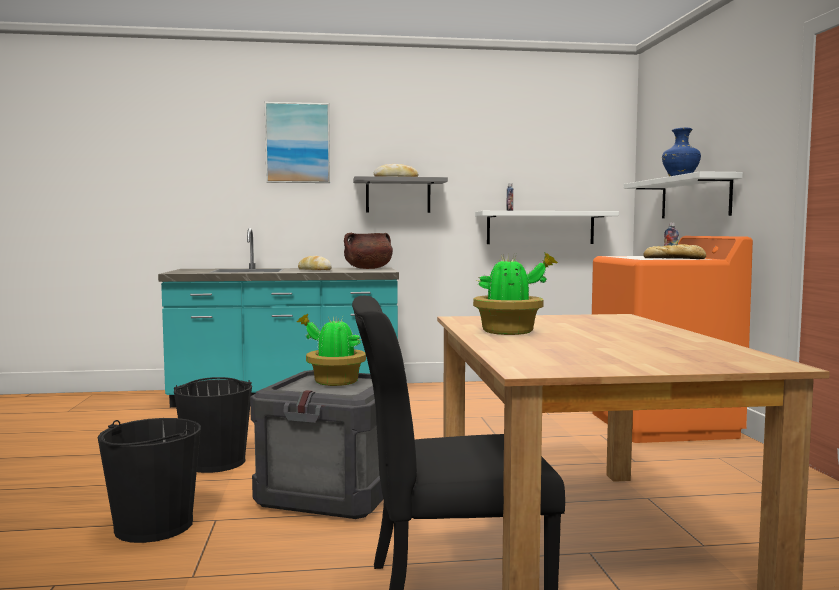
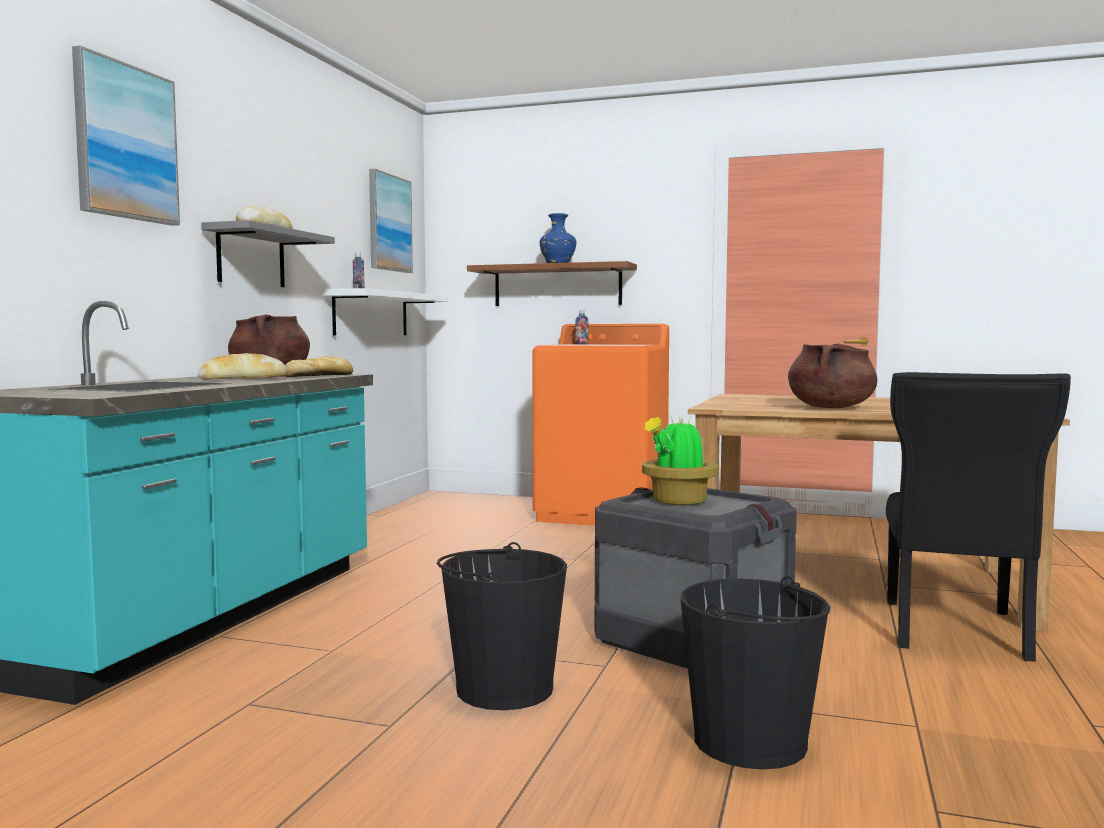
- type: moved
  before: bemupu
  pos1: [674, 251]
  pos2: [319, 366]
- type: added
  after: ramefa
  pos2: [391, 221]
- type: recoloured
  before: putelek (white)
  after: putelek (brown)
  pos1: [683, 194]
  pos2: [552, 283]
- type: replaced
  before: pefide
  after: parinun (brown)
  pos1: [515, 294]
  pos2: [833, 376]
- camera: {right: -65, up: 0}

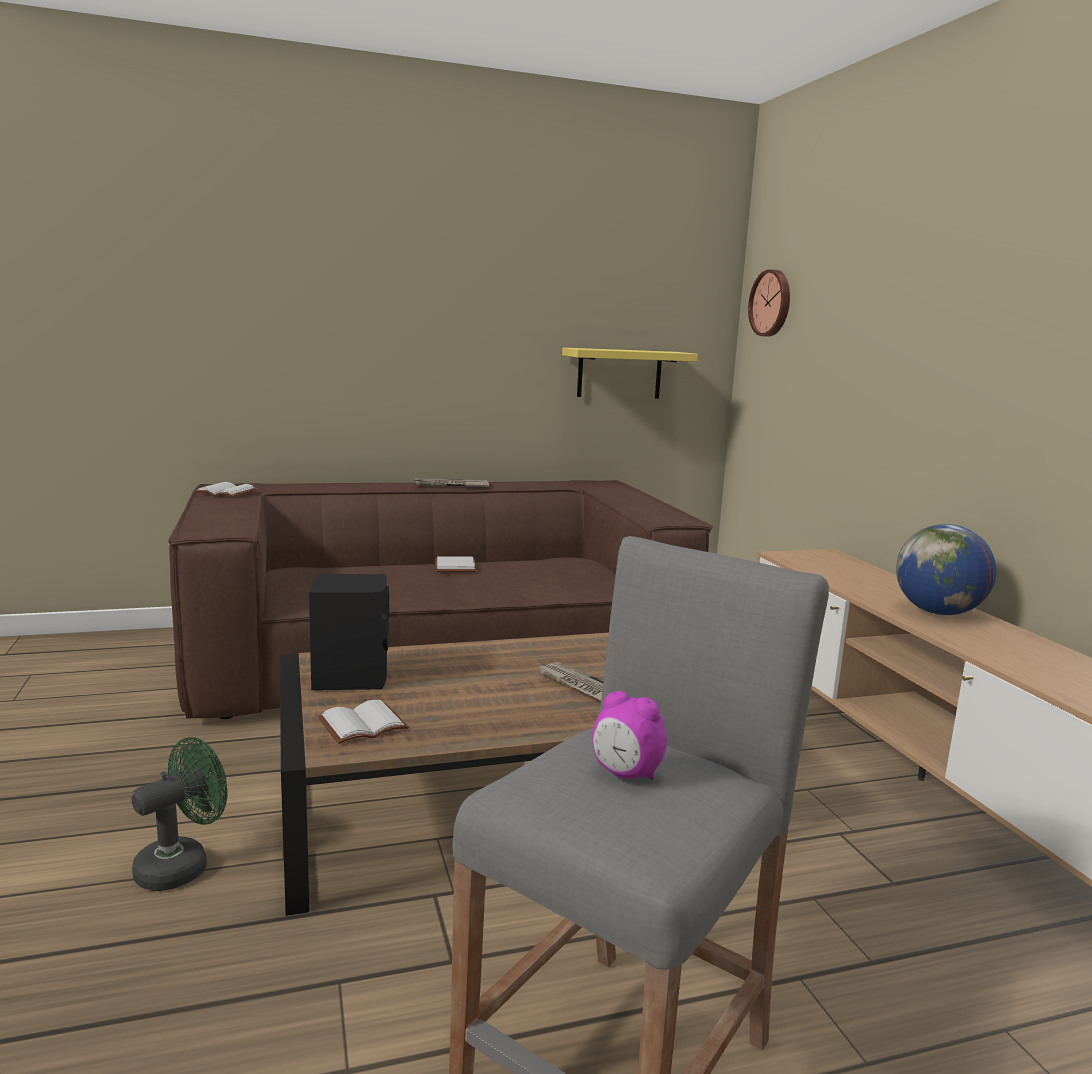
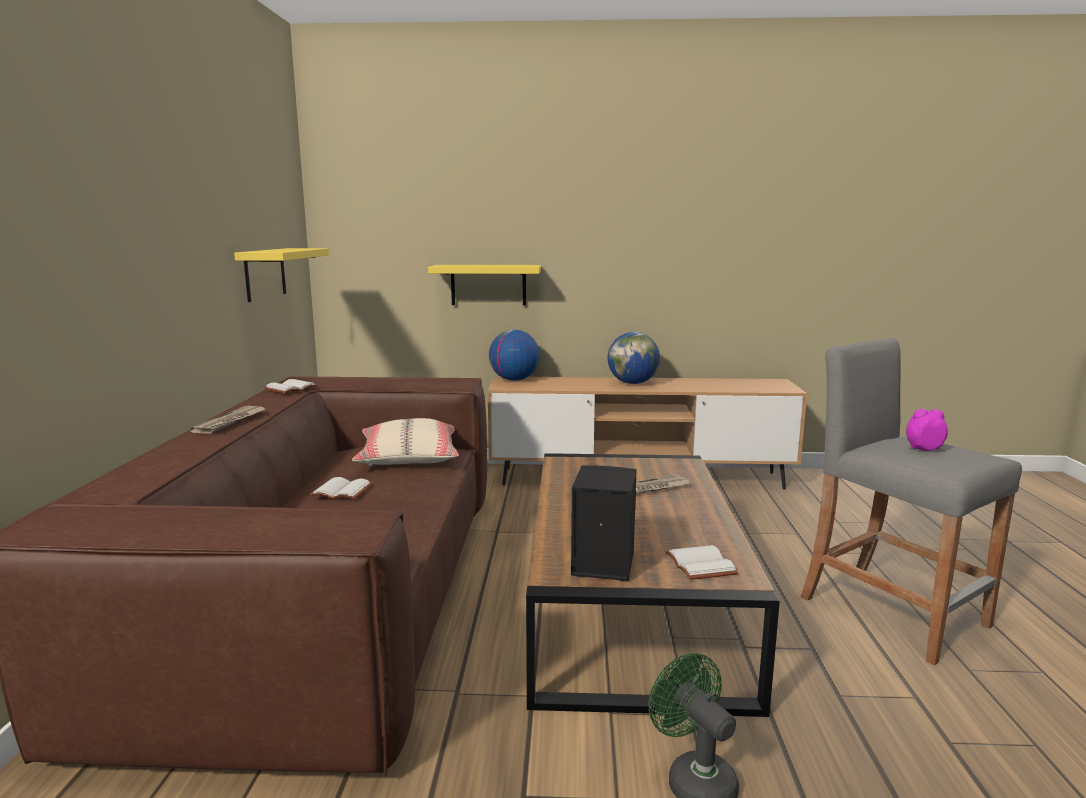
- type: moved
  before: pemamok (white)
  pos1: [225, 489]
  pos2: [291, 386]
- type: added
  after: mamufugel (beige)
  pos2: [405, 442]
- type: added
  after: putelek (yellow)
  pos2: [484, 285]
- type: added
  after: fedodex
  pos2: [514, 355]
- type: turned
  before: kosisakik
  pos1: [629, 735]
  pos2: [927, 430]
  turn: -135
- type: removed
  before: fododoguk
  pos1: [769, 303]
- camera: {right: -70, up: 0}

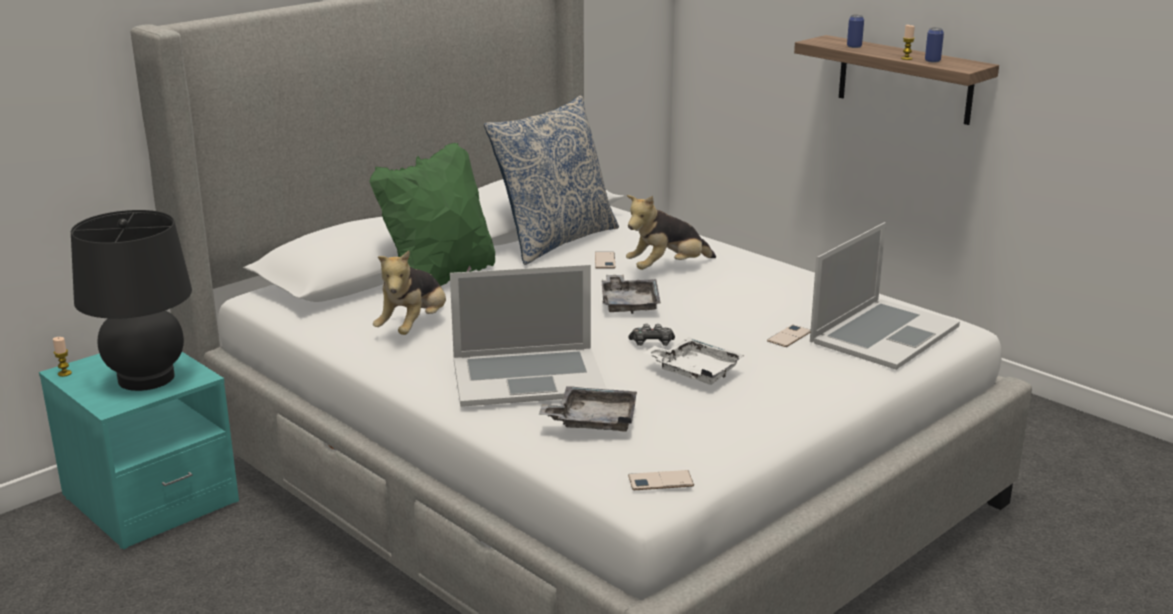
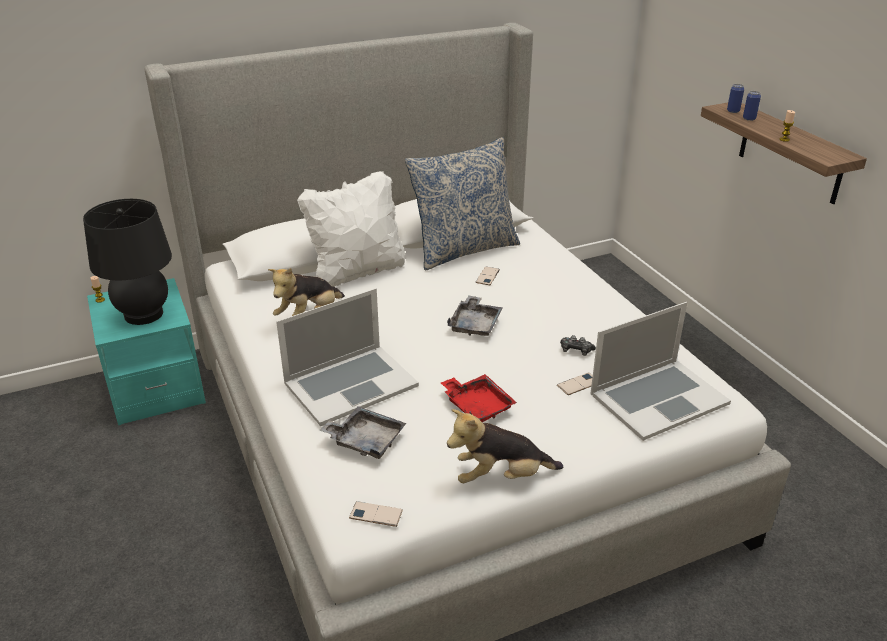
- type: turned
  before: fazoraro
  pos1: [528, 336]
  pos2: [347, 357]
  turn: -45
- type: recoloured
  before: mamufugel (green)
  after: mamufugel (white)
  pos1: [432, 214]
  pos2: [351, 229]
- type: recoloured
  before: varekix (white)
  after: varekix (red)
  pos1: [693, 361]
  pos2: [479, 398]
- type: moved
  before: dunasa
  pos1: [671, 232]
  pos2: [505, 446]
- type: moved
  before: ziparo
  pos1: [651, 335]
  pos2: [578, 345]
- type: moved
  before: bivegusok
  pos1: [934, 45]
  pos2: [735, 98]
- camera: {right: 20, up: 10}

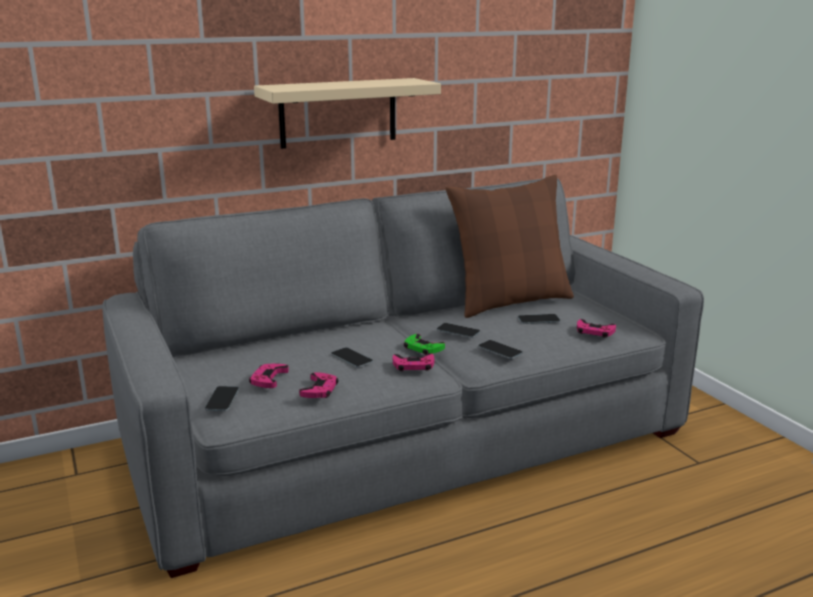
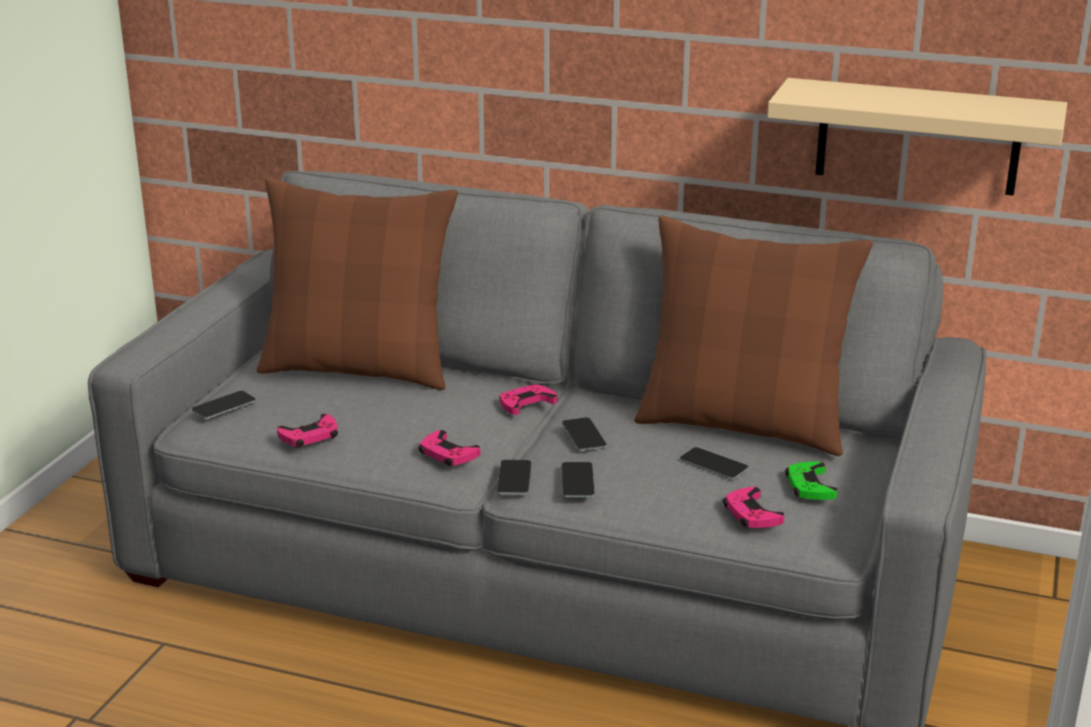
- type: added
  after: mamufugel (brown)
  pos2: [357, 283]
- type: moved
  before: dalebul
  pos1: [352, 358]
  pos2: [514, 477]
- type: moved
  before: ziparo (pink)
  pos1: [269, 376]
  pos2: [528, 399]
- type: moved
  before: putelek (beige)
  pos1: [347, 113]
  pos2: [917, 137]
- type: moved
  before: ziparo (green)
  pos1: [424, 344]
  pos2: [811, 480]
- camera: {right: 45, up: 5}

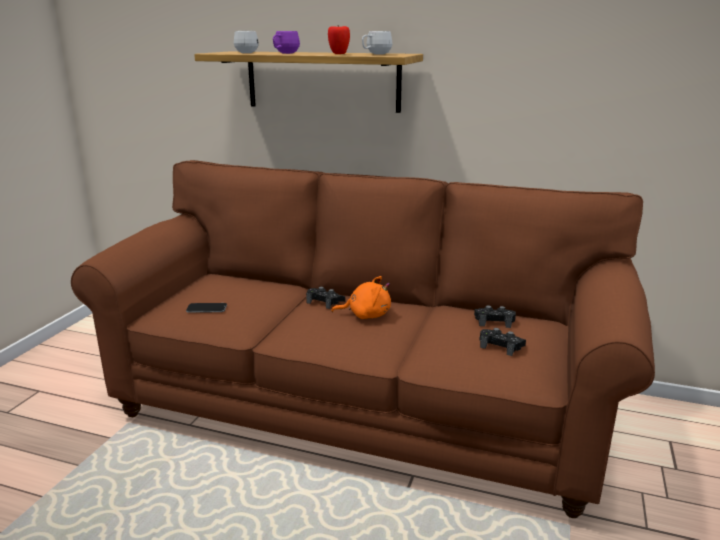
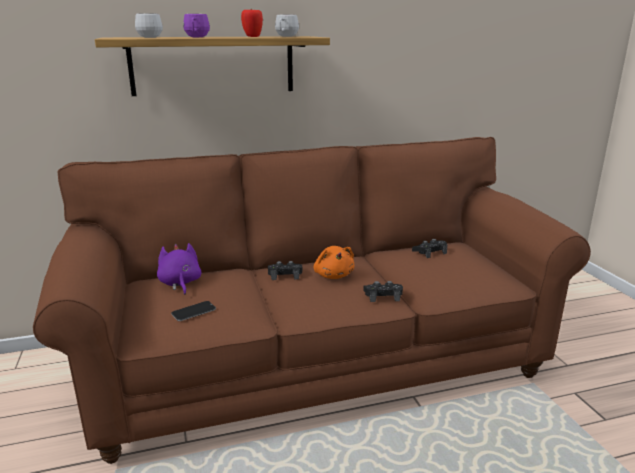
- type: added
  after: dunasa (purple)
  pos2: [179, 269]
- type: turned
  before: dunasa (orange)
  pos1: [361, 297]
  pos2: [334, 262]
  turn: 105
- type: moved
  before: ziparo (black)
  pos1: [503, 342]
  pos2: [383, 291]
- camera: {right: -35, up: 0}

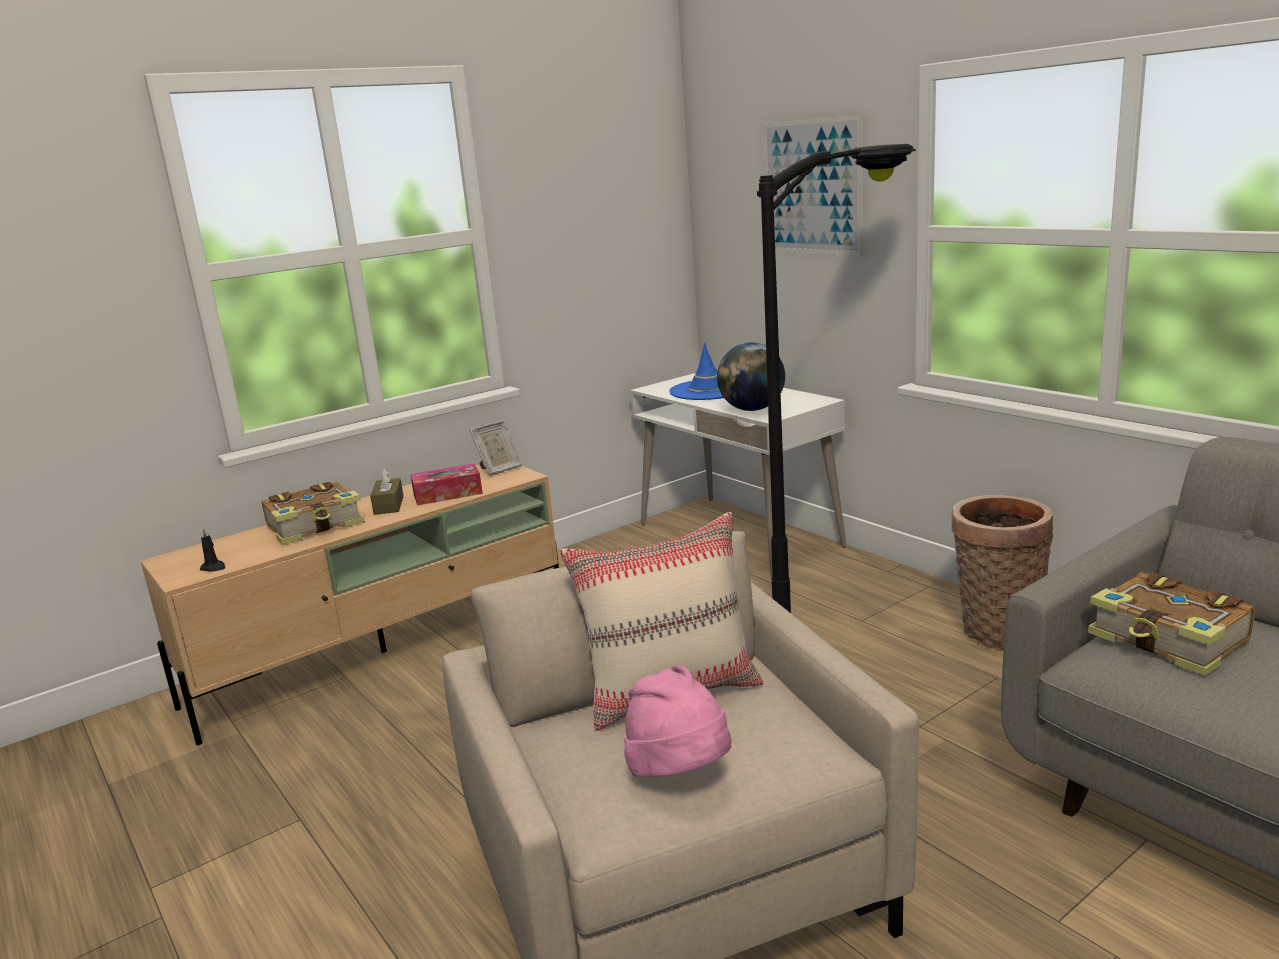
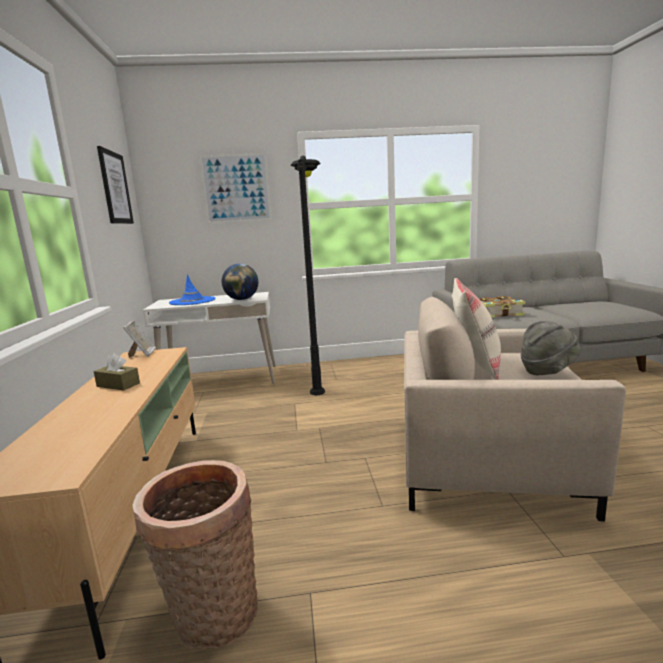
- type: added
  after: ramefa
  pos2: [115, 185]
- type: moved
  before: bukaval
  pos1: [1002, 572]
  pos2: [195, 554]
- type: recoloured
  before: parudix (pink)
  after: parudix (grey)
  pos1: [678, 721]
  pos2: [550, 348]
- type: removed
  before: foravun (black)
  pos1: [212, 550]
- type: removed
  before: pemamok
  pos1: [313, 513]
- type: removed
  before: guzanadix
  pos1: [446, 485]
- camera: {right: -60, up: -5}

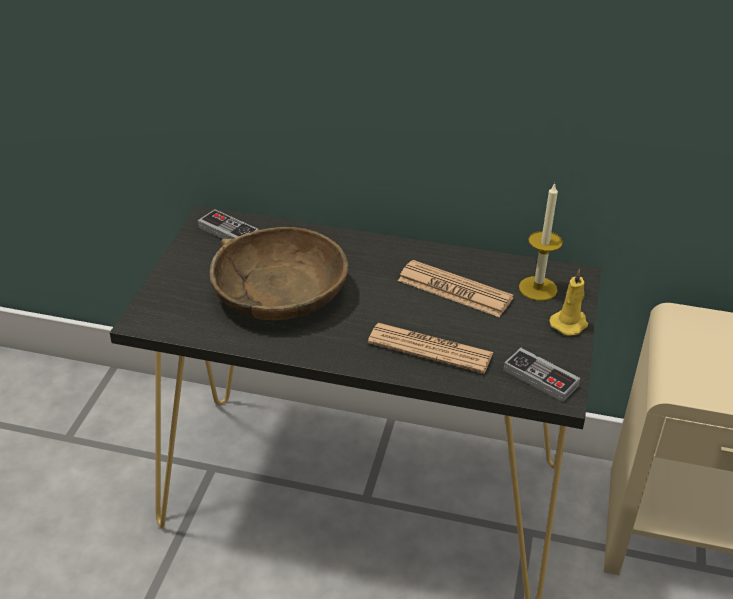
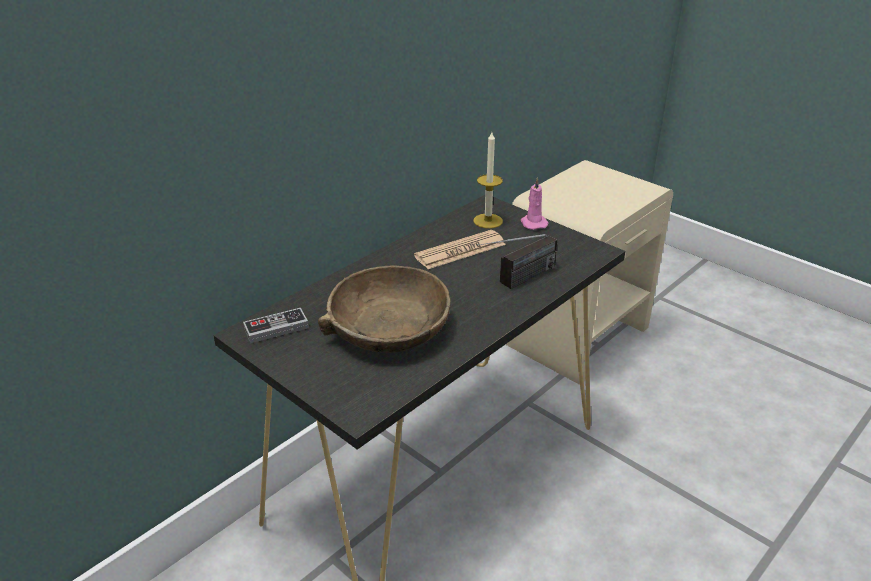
- type: replaced
  before: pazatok
  after: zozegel
  pos1: [430, 348]
  pos2: [517, 261]
- type: recoloured
  before: foravun (yellow)
  after: foravun (pink)
  pos1: [568, 302]
  pos2: [535, 203]
- type: removed
  before: ziparo
  pos1: [541, 375]
- camera: {right: -60, up: -5}

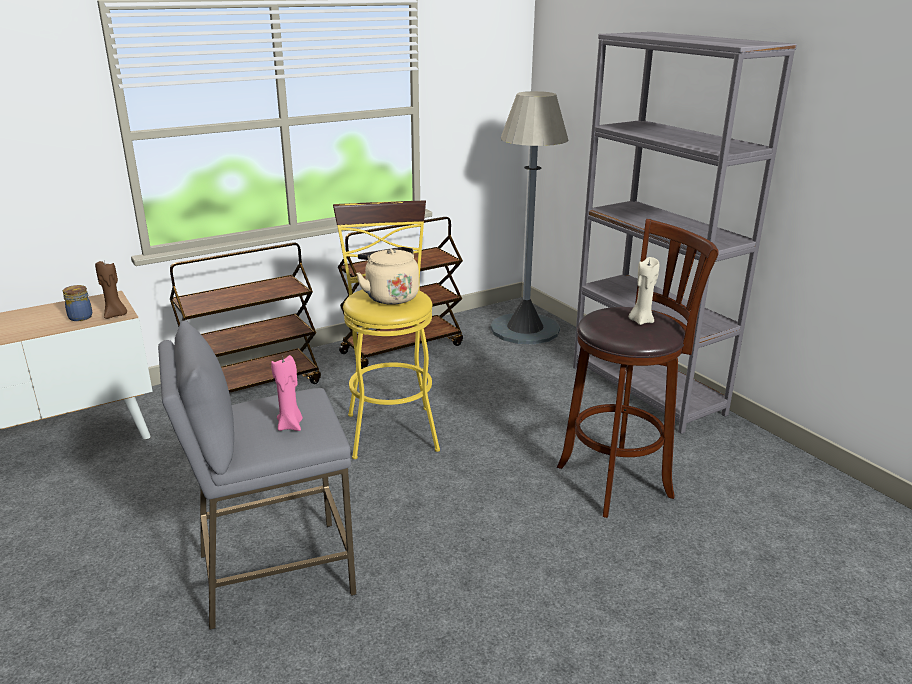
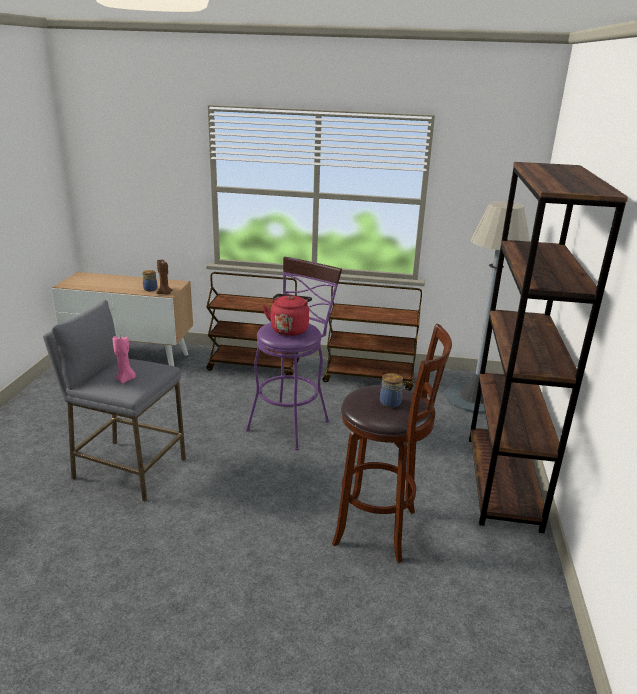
- type: recoloured
  before: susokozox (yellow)
  after: susokozox (purple)
  pos1: [386, 330]
  pos2: [294, 353]
- type: recoloured
  before: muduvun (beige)
  after: muduvun (red)
  pos1: [387, 276]
  pos2: [287, 315]
- type: replaced
  before: foravun (beige)
  after: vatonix
  pos1: [644, 291]
  pos2: [391, 390]
- type: recoloured
  before: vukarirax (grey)
  after: vukarirax (brown)
  pos1: [685, 233]
  pos2: [548, 347]
- camera: {right: 40, up: 0}

